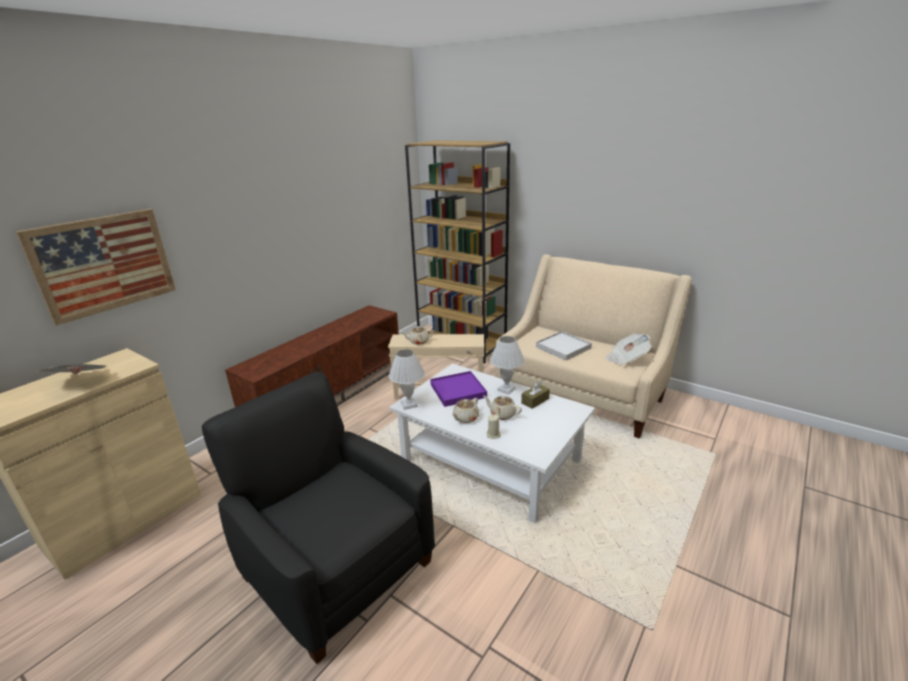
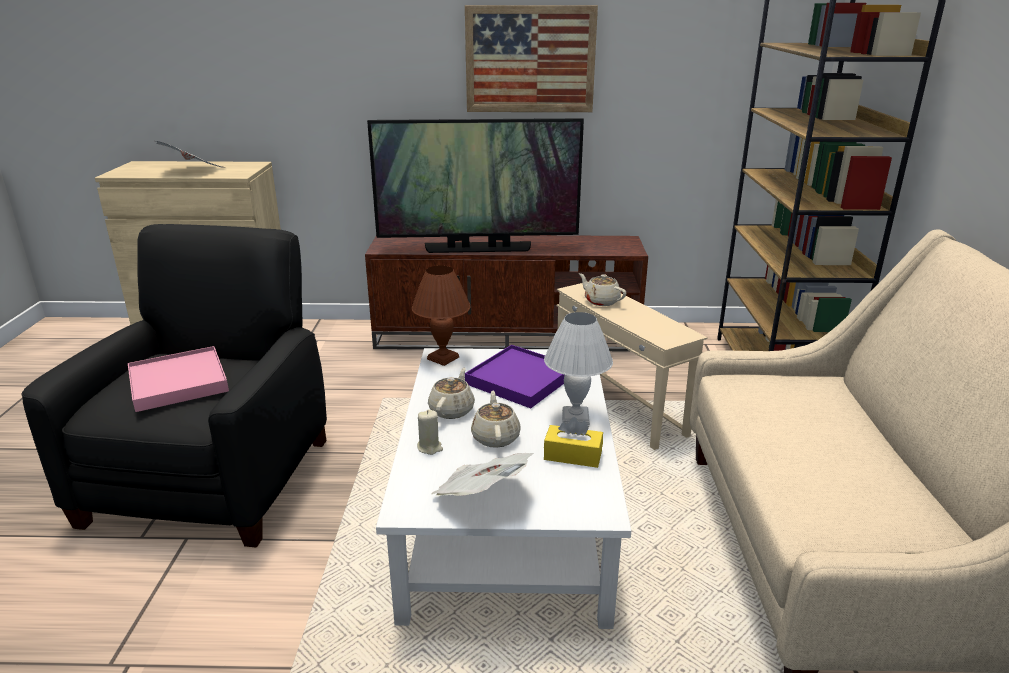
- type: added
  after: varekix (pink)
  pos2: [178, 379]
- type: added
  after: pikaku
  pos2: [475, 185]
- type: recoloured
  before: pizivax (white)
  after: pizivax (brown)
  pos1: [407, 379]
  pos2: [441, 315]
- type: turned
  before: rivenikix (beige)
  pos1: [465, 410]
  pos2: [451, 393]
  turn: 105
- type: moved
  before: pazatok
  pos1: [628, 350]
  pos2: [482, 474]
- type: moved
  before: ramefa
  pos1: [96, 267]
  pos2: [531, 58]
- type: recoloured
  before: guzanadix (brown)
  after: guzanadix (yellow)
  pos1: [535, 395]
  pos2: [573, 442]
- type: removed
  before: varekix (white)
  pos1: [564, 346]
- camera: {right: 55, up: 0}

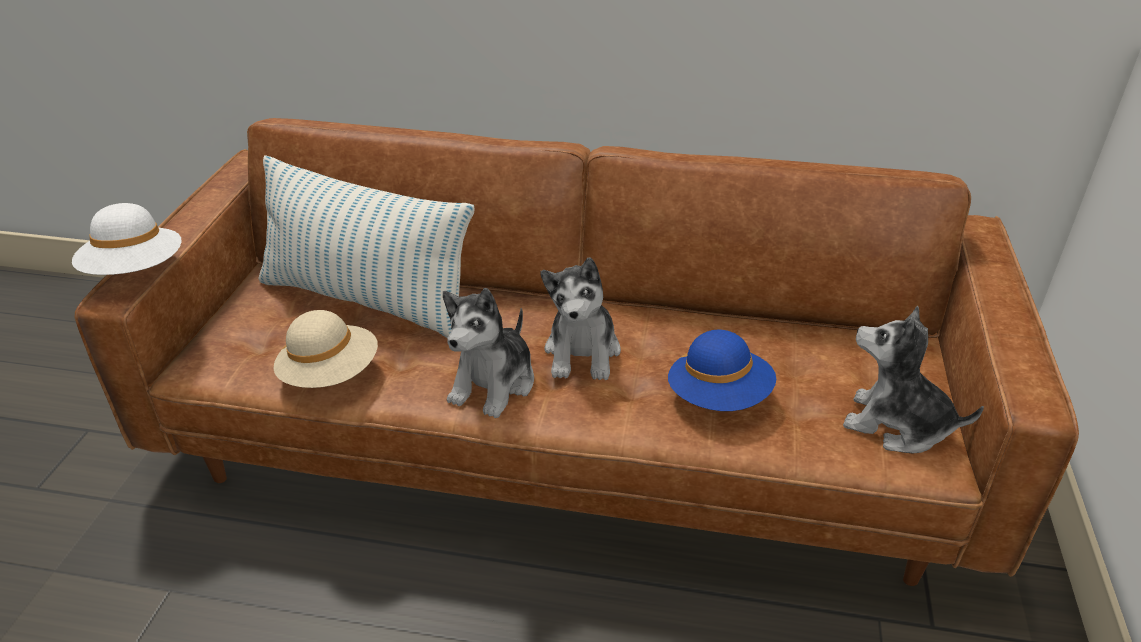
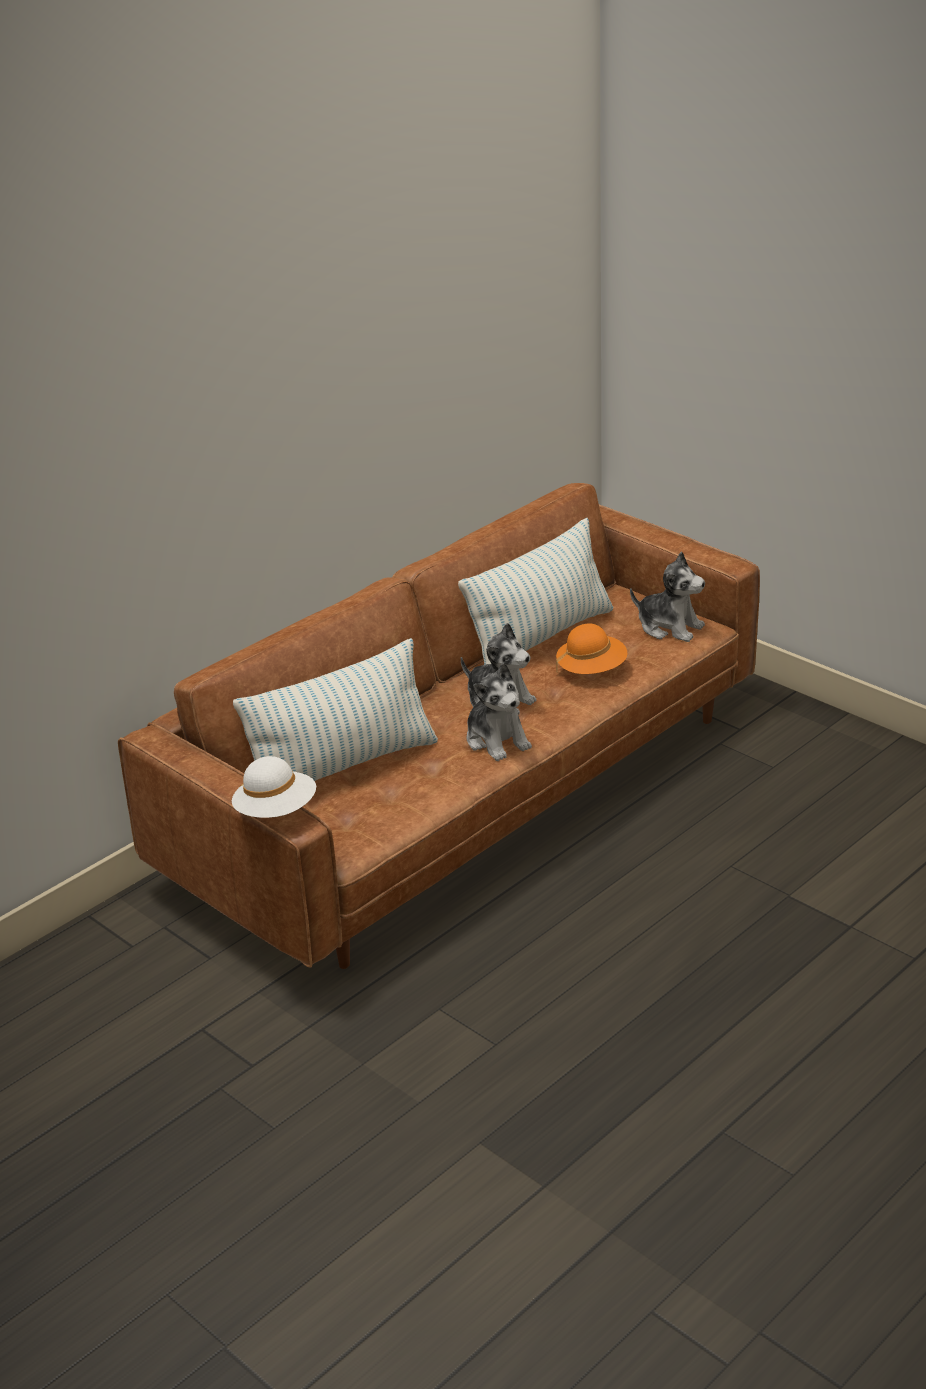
- type: added
  after: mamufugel
  pos2: [535, 591]
- type: recoloured
  before: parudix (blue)
  after: parudix (orange)
  pos1: [722, 370]
  pos2: [592, 649]
- type: turned
  before: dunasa
  pos1: [913, 379]
  pos2: [667, 596]
  turn: -120
- type: removed
  before: parudix (beige)
  pos1: [325, 349]
- camera: {right: -55, up: -5}

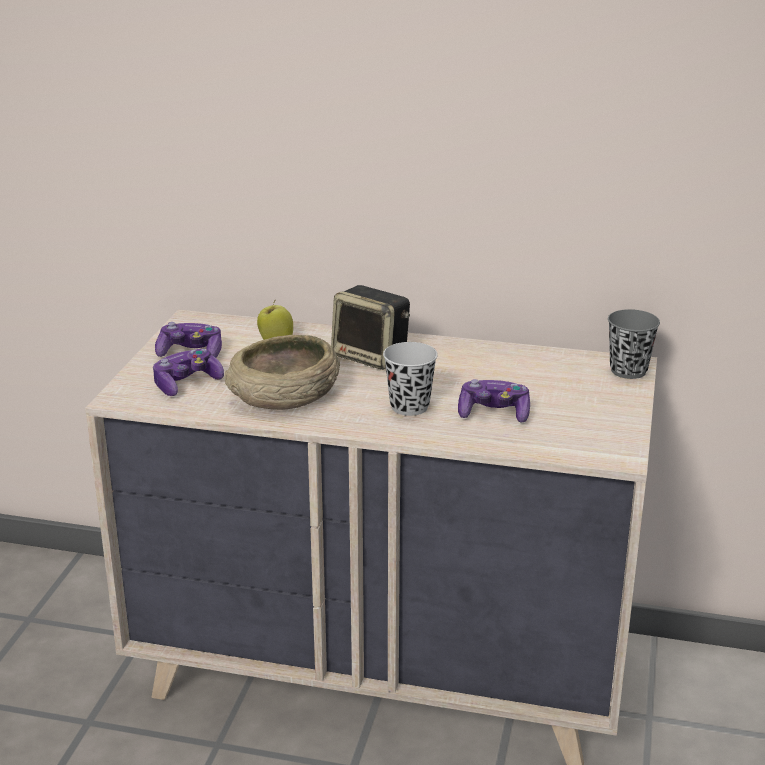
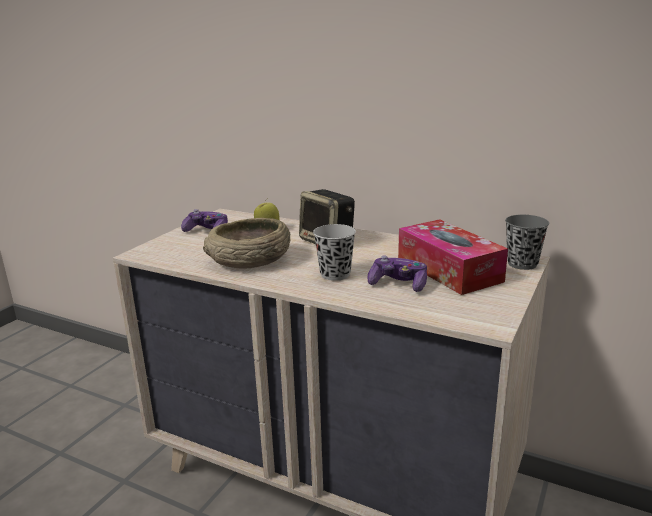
- type: added
  after: guzanadix
  pos2: [453, 257]
- type: removed
  before: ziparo
  pos1: [188, 372]
- camera: {right: 15, up: -5}

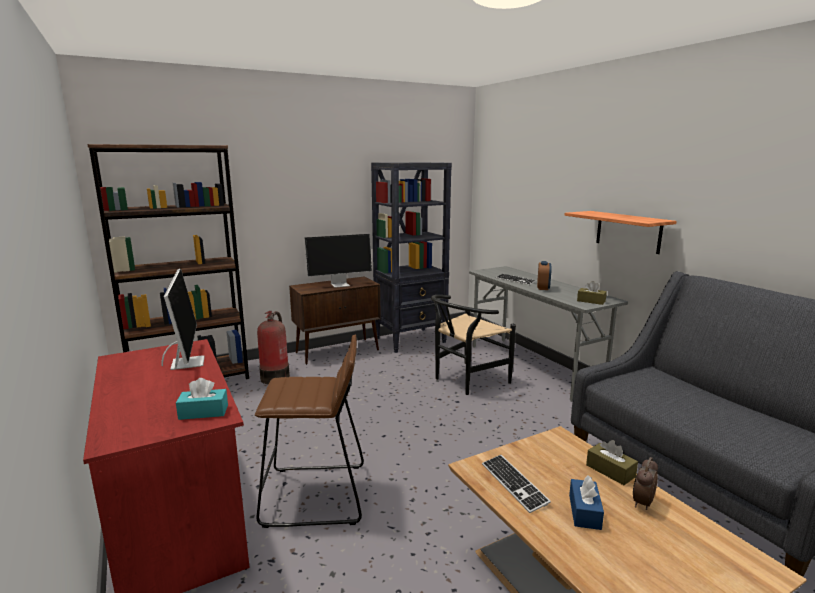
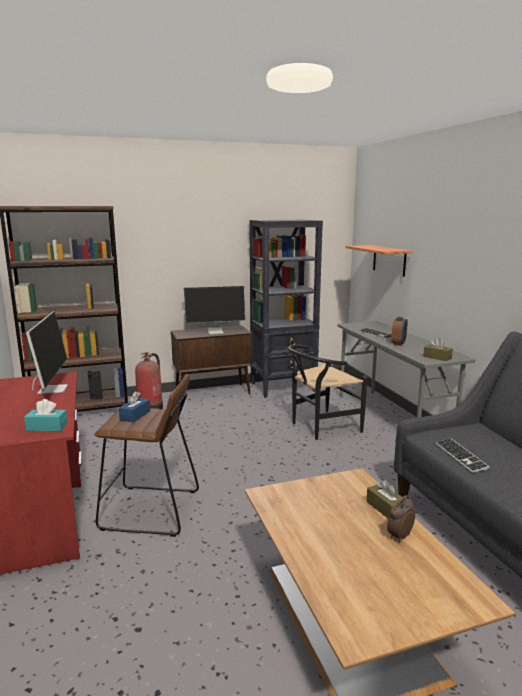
- type: moved
  before: guzanadix (blue)
  pos1: [586, 502]
  pos2: [134, 407]
- type: moved
  before: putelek
  pos1: [620, 232]
  pos2: [379, 261]
- type: moved
  before: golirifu
  pos1: [516, 484]
  pos2: [462, 455]
- camera: {right: 10, up: 0}

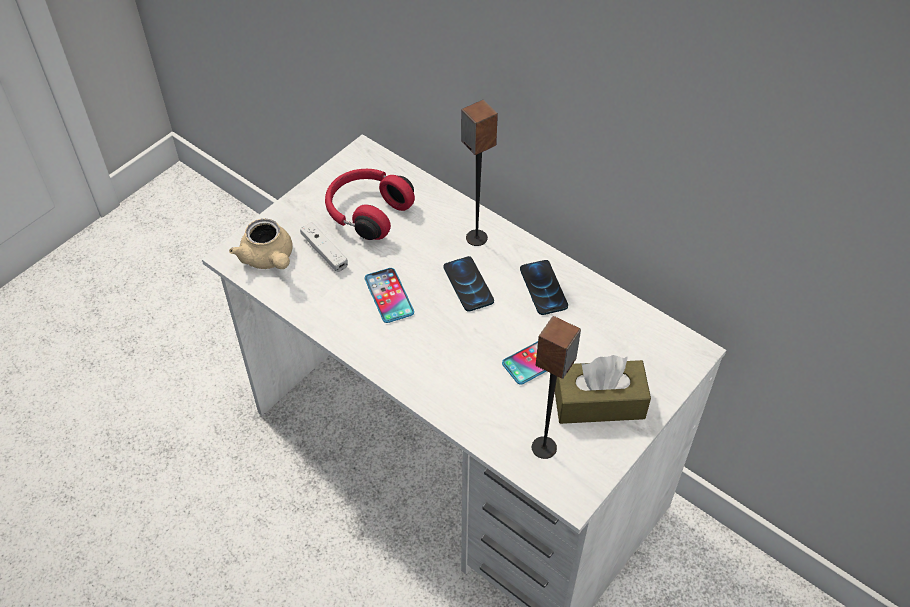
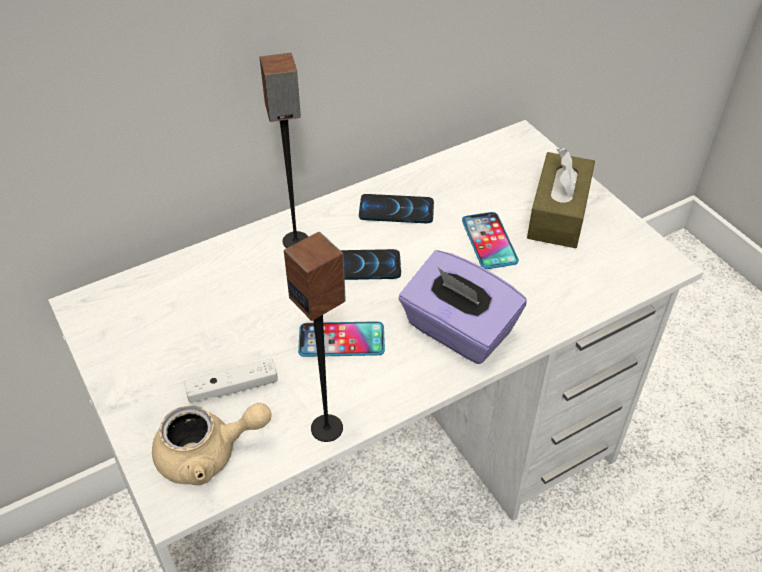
- type: moved
  before: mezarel
  pos1: [556, 387]
  pos2: [315, 337]
- type: added
  after: guzanadix (purple)
  pos2: [463, 307]
- type: removed
  before: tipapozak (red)
  pos1: [370, 204]
- camera: {right: -70, up: -5}

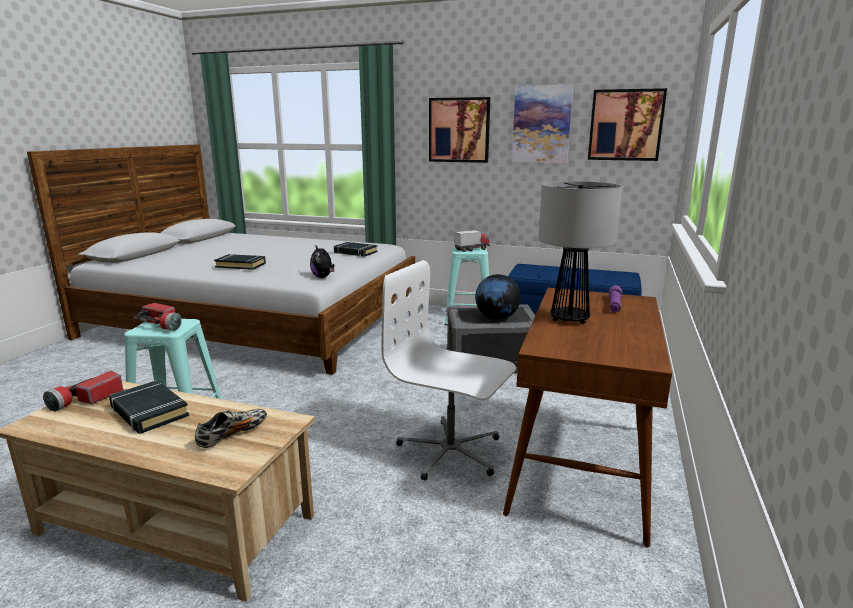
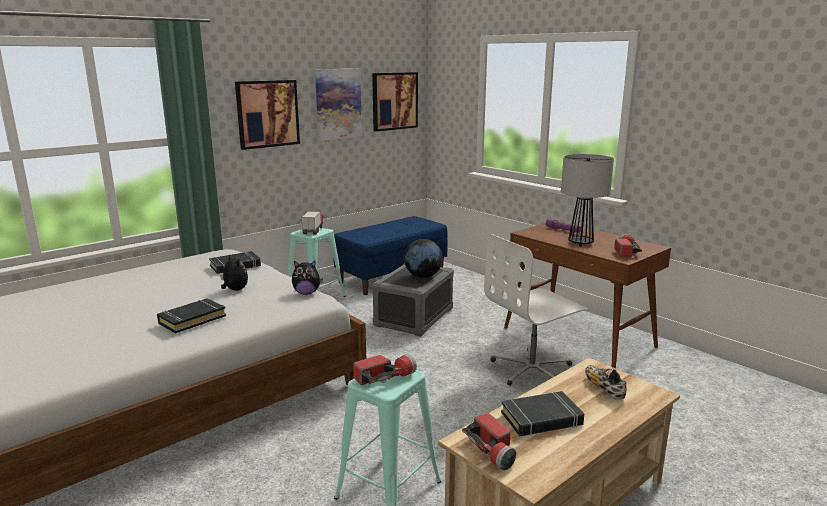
- type: added
  after: dunasa
  pos2: [234, 272]
- type: added
  after: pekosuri
  pos2: [628, 245]
- camera: {right: -60, up: 0}

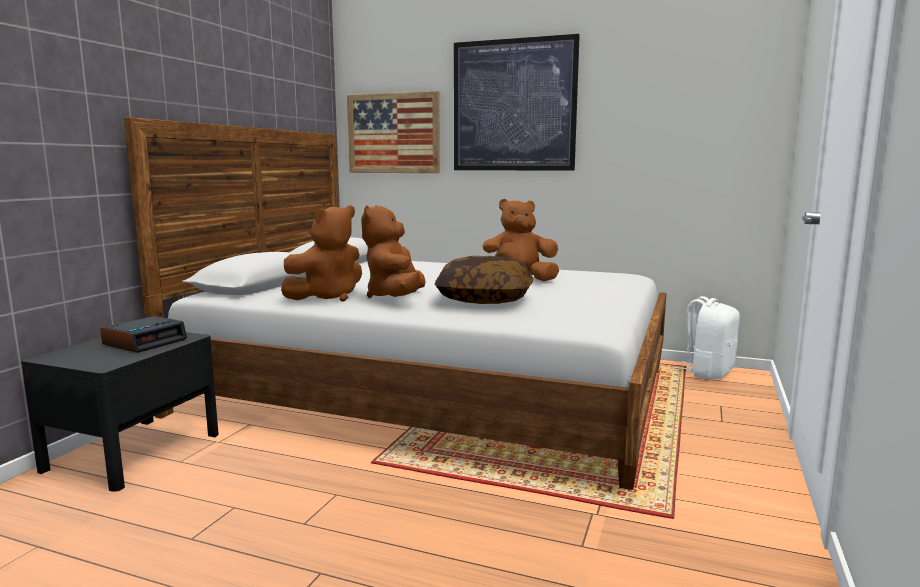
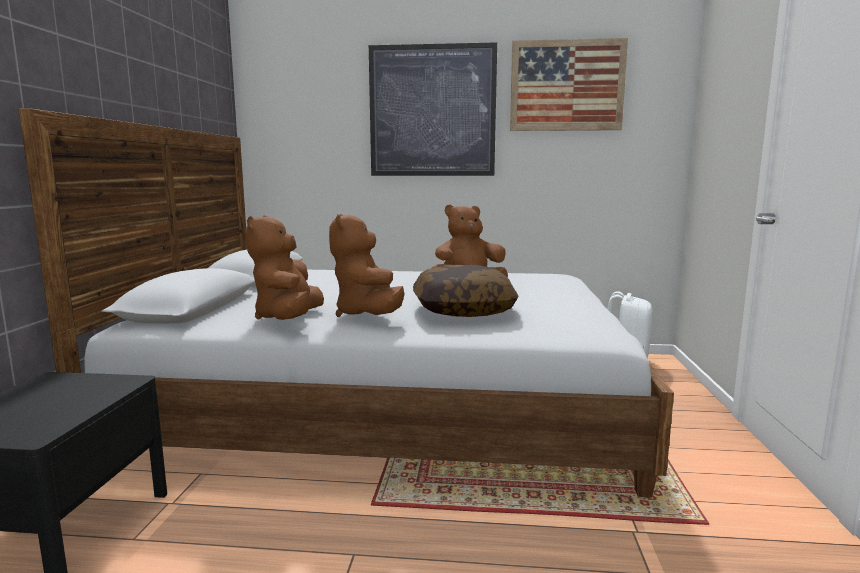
- type: turned
  before: dunasa (brown)
  pos1: [321, 253]
  pos2: [284, 267]
  turn: 150
- type: moved
  before: ramefa
  pos1: [393, 132]
  pos2: [569, 84]
- type: removed
  before: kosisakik
  pos1: [143, 334]
- camera: {right: -15, up: 0}

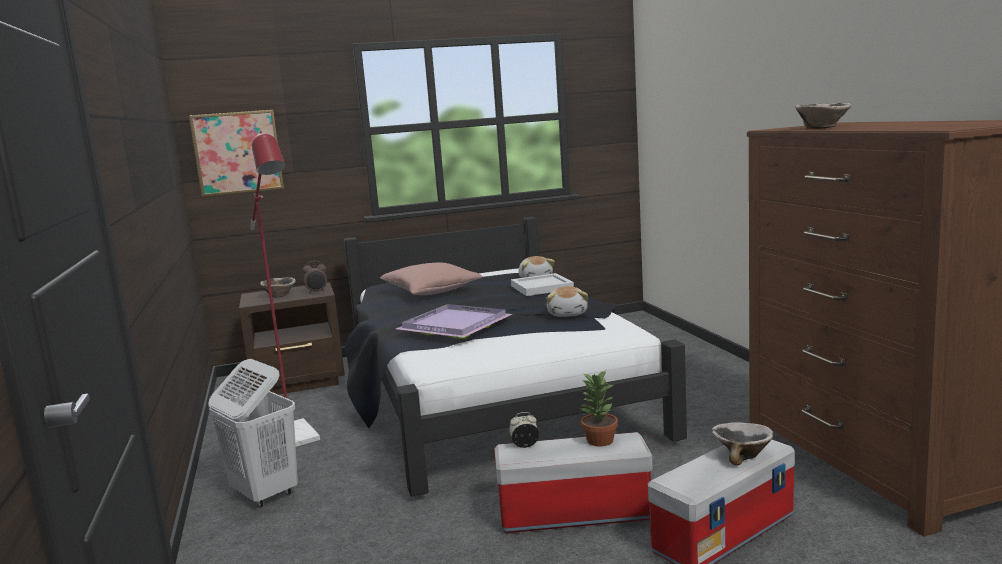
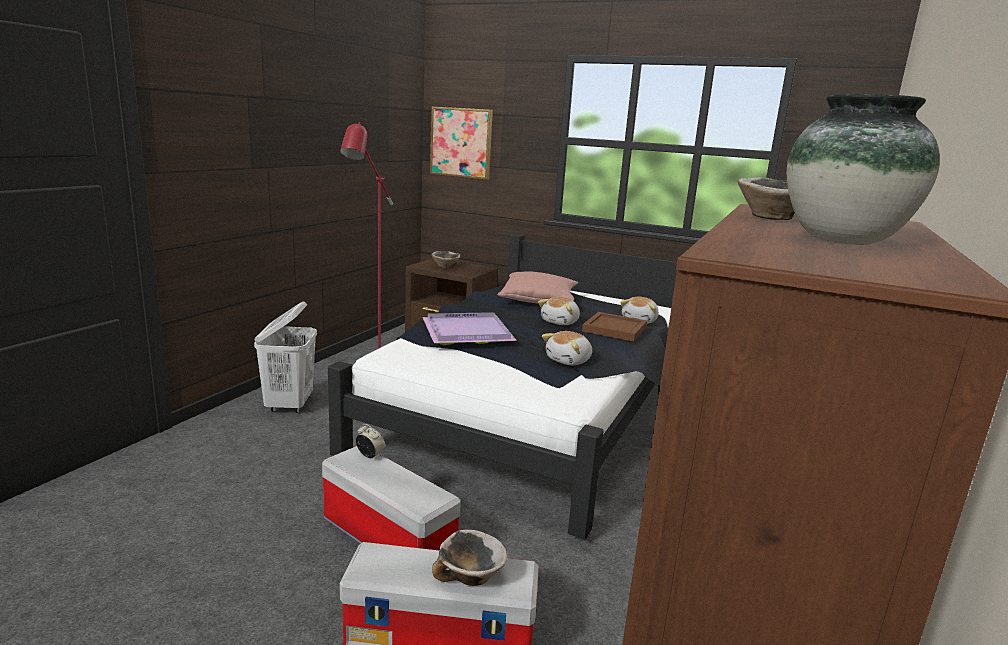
- type: added
  after: dunasa
  pos2: [559, 311]
- type: recoloured
  before: varekix (white)
  after: varekix (brown)
  pos1: [542, 284]
  pos2: [614, 327]
- type: added
  after: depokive
  pos2: [863, 169]
- type: removed
  before: kosisakik
  pos1: [315, 277]
- type: removed
  before: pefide
  pos1: [598, 408]
- camera: {right: 40, up: 5}

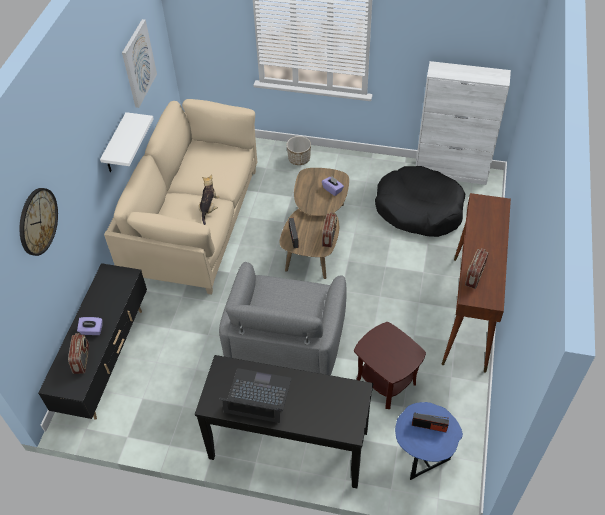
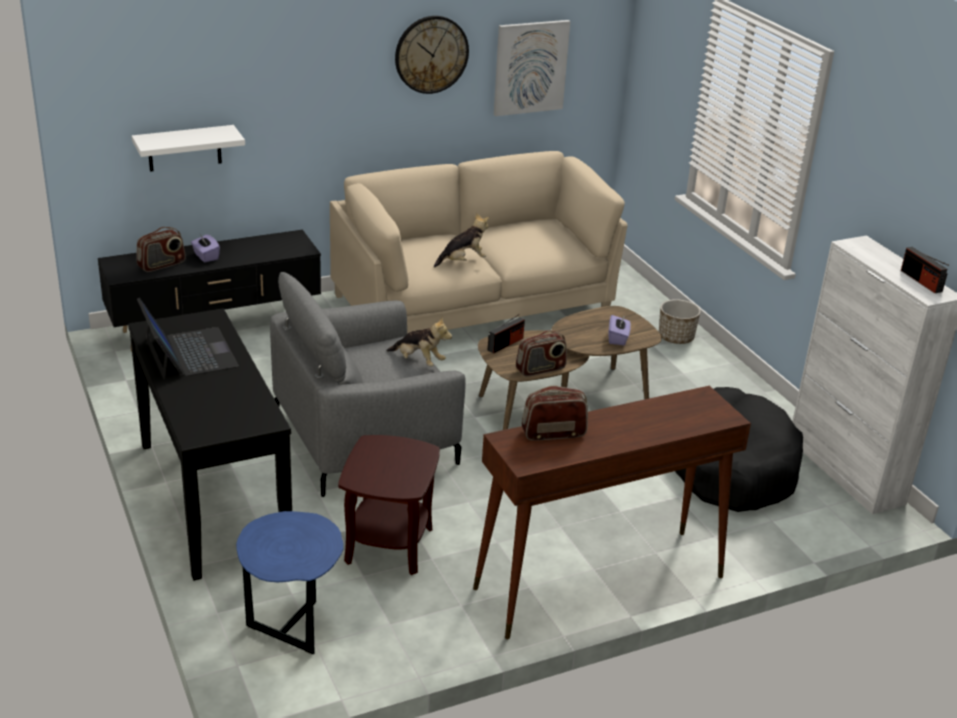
- type: moved
  before: putelek (white)
  pos1: [127, 142]
  pos2: [188, 148]
- type: added
  after: dunasa
  pos2: [419, 341]
- type: moved
  before: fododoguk
  pos1: [39, 222]
  pos2: [432, 55]
- type: moved
  before: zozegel
  pos1: [430, 422]
  pos2: [925, 270]
- camera: {right: 50, up: -20}

